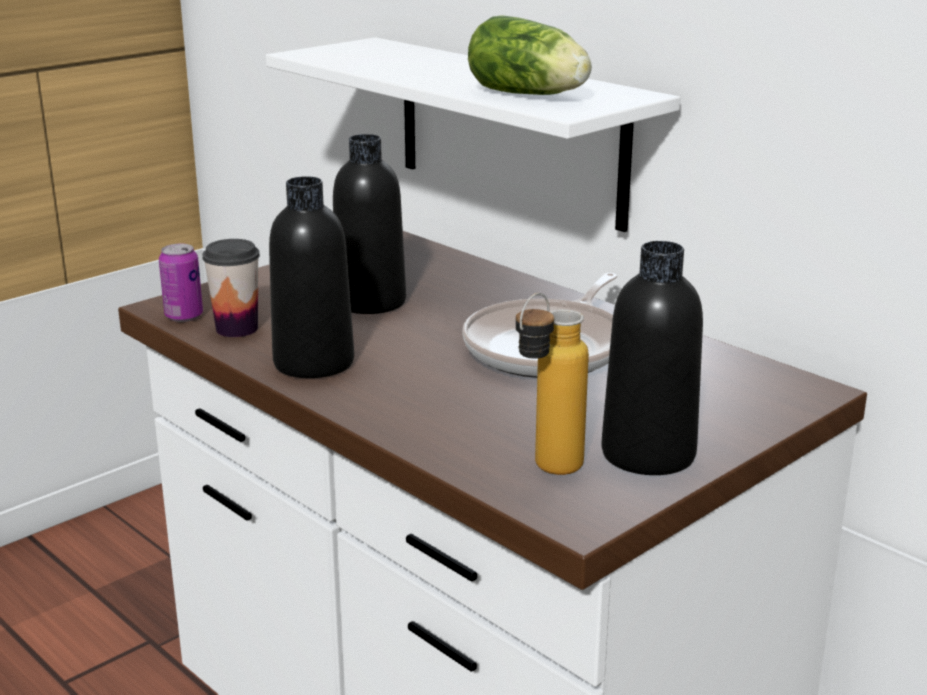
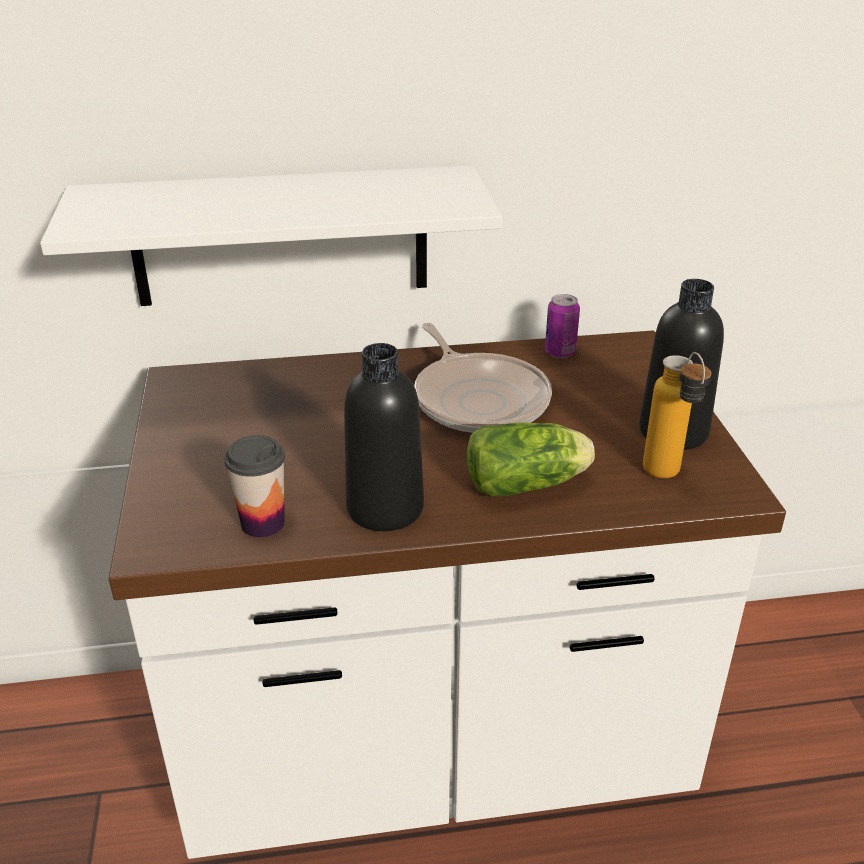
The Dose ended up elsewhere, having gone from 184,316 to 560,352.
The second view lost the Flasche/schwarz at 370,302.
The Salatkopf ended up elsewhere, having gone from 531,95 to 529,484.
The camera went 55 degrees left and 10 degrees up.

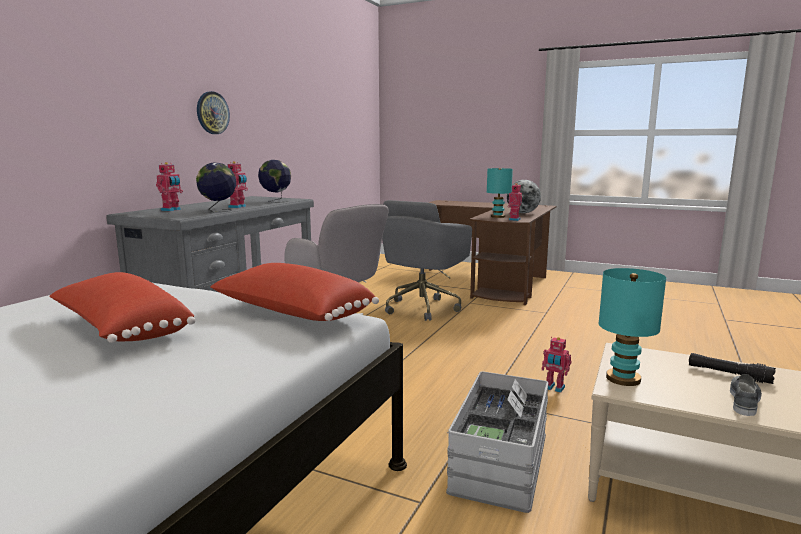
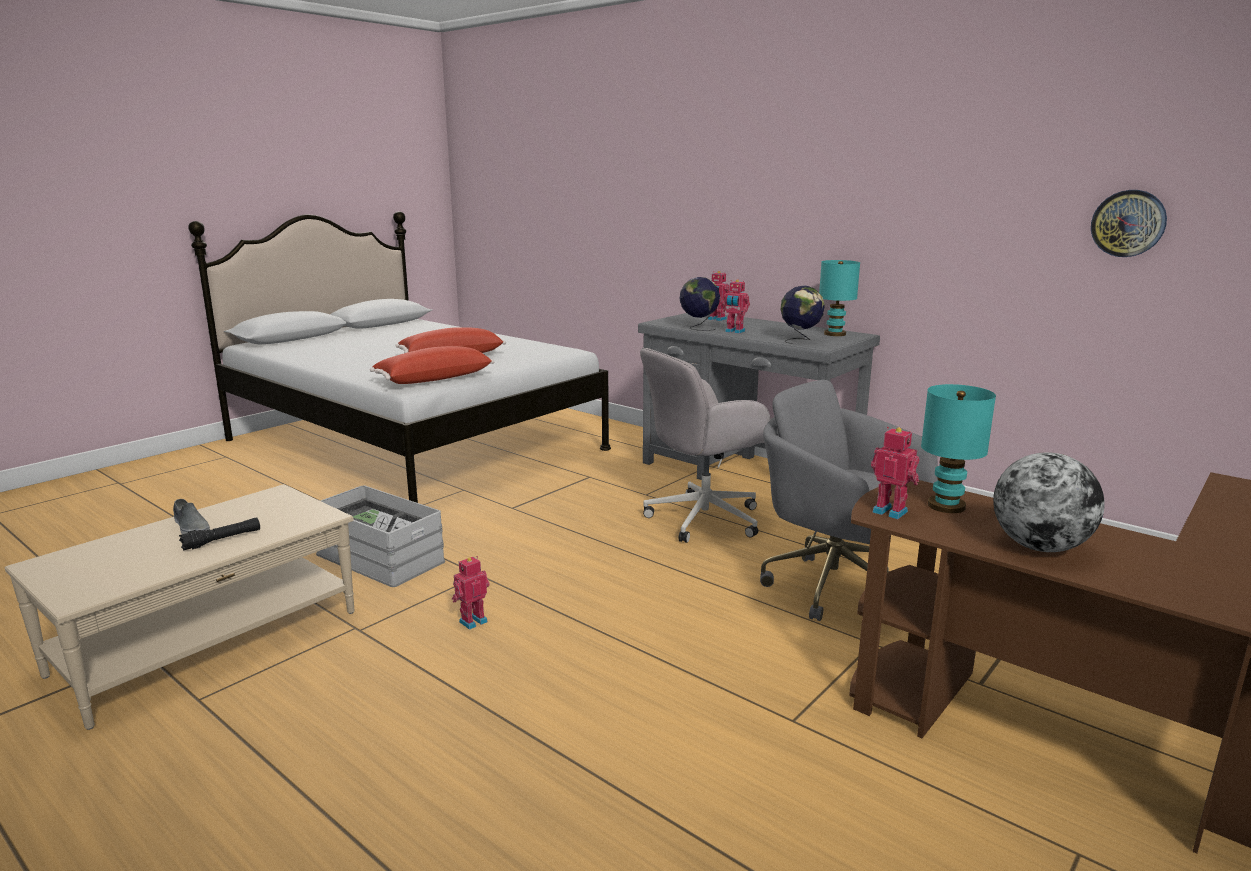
The Wanduhr ended up elsewhere, having gone from 212,113 to 1128,223.
The Tischlampe/türkis ended up elsewhere, having gone from 622,378 to 835,334.
The camera went 105 degrees right and 5 degrees up.

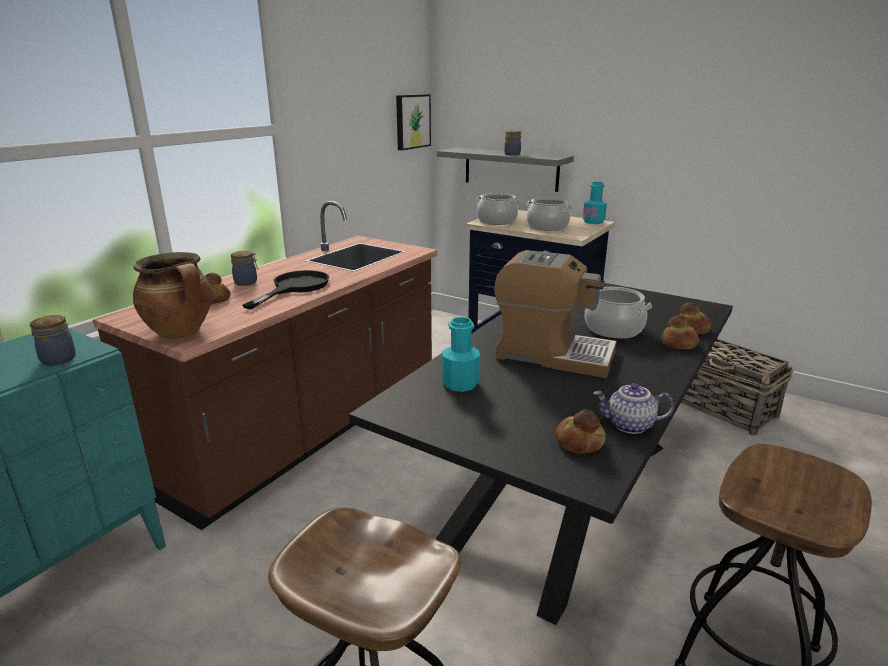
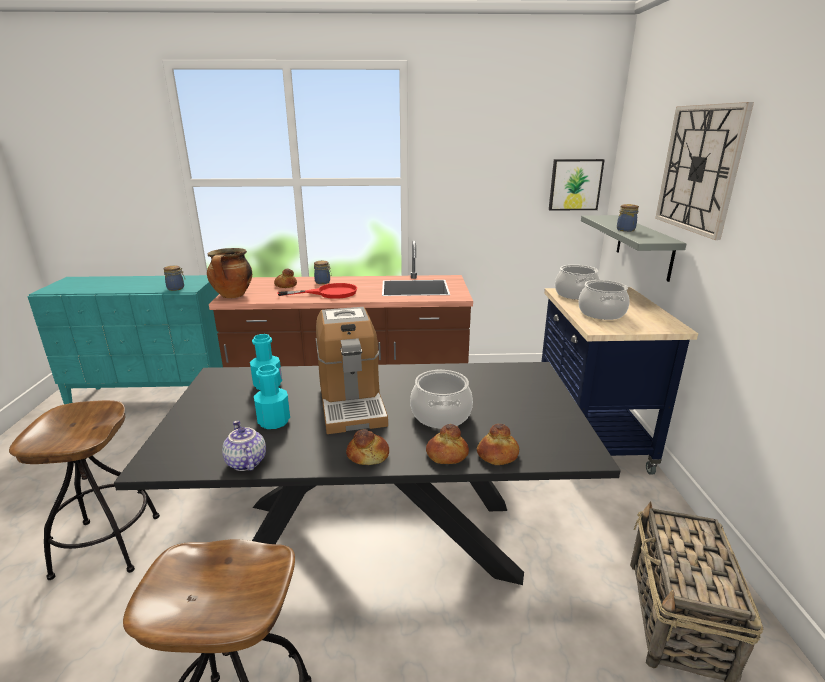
What was the Pfanne/schwarz at 295,287 turned into the Pfanne/rot at 329,293.
The Brot ended up elsewhere, having gone from 579,441 to 368,455.
The Flasche/türkis ended up elsewhere, having gone from 593,222 to 274,421.
The second view gained the Wanduhr at 699,169.
The camera went 55 degrees right and 0 degrees up.

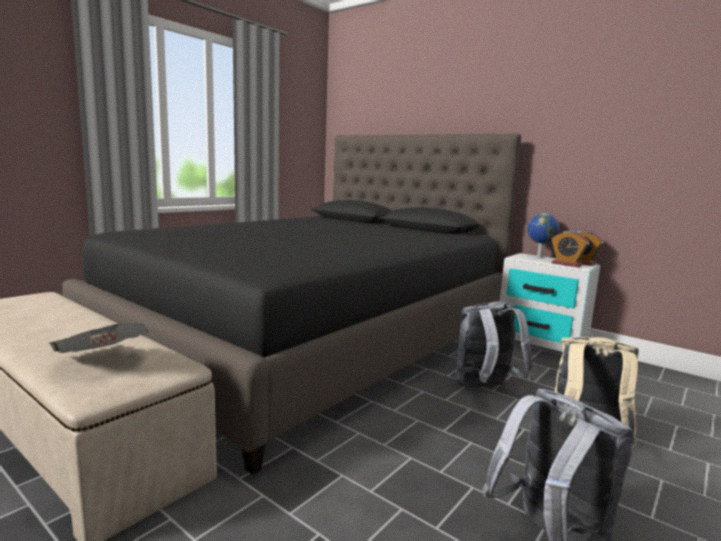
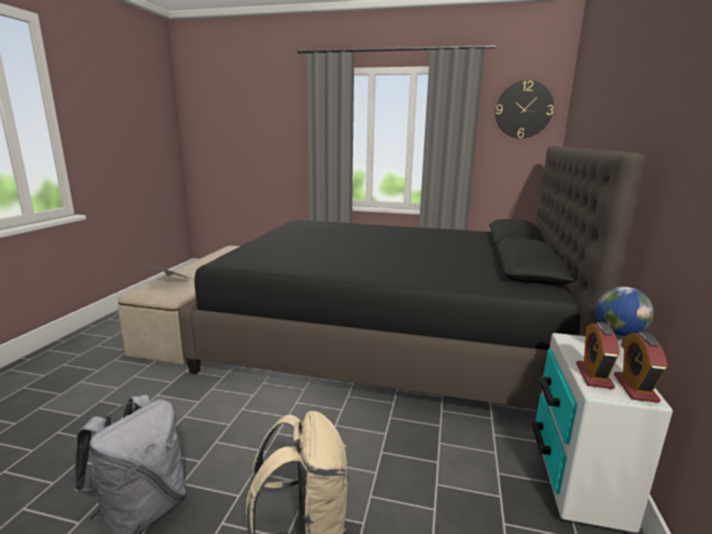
The second view lost the Rucksack/grau at 485,388.
The second view gained the Wanduhr at 523,110.
The camera went 65 degrees right and 5 degrees up.

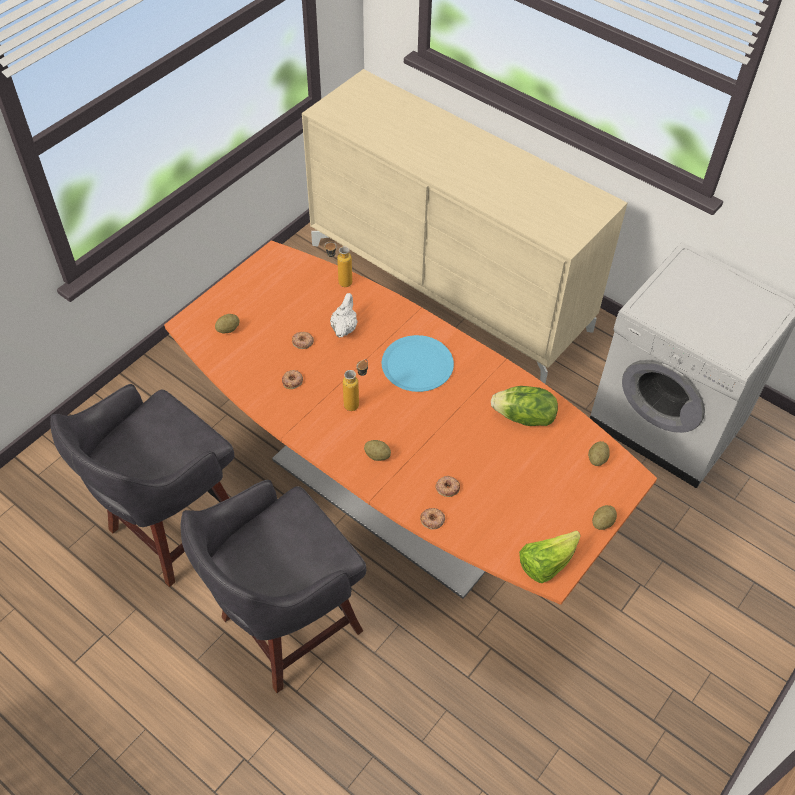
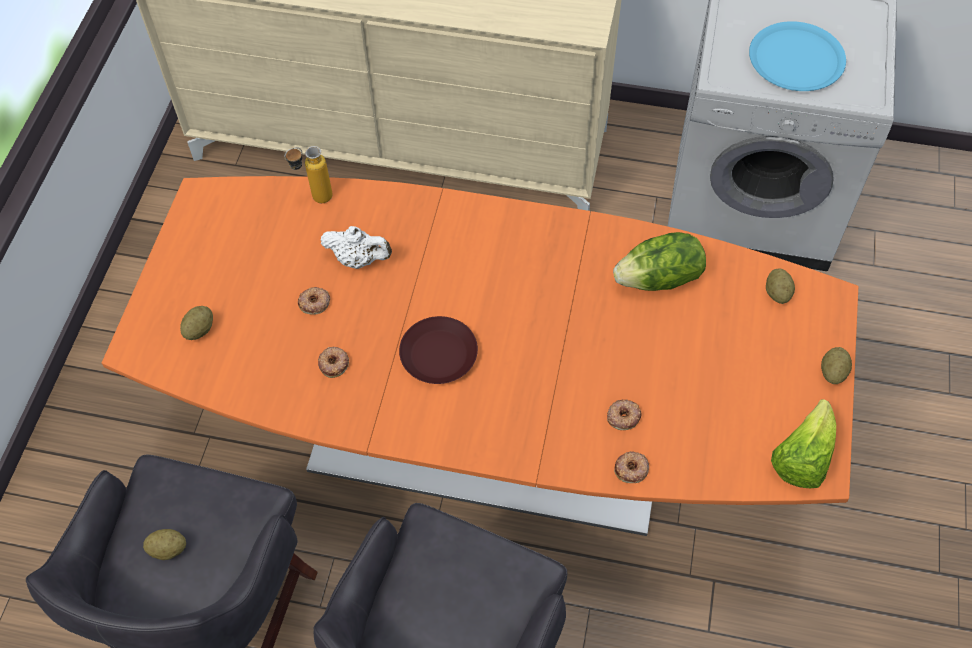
The Teekanne/weiß at 344,328 ended up facing another way, 120 degrees clockwise from before.
Where the Flasche stood at 356,402, the Teller/braun came to stand at 438,355.
The Kartoffel ended up elsewhere, having gone from 377,455 to 168,549.
The Teller/blau ended up elsewhere, having gone from 417,364 to 796,58.
The camera went 25 degrees left and 5 degrees up.

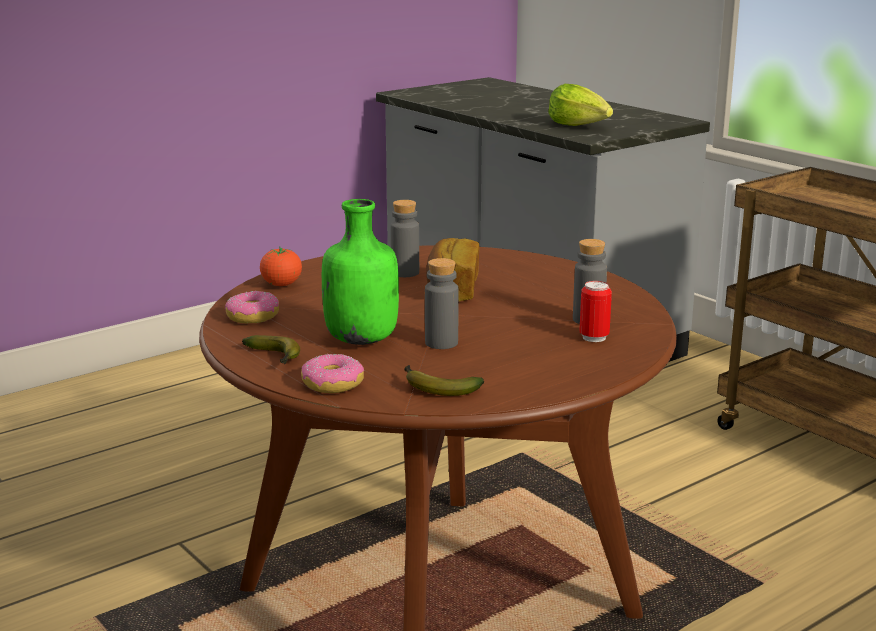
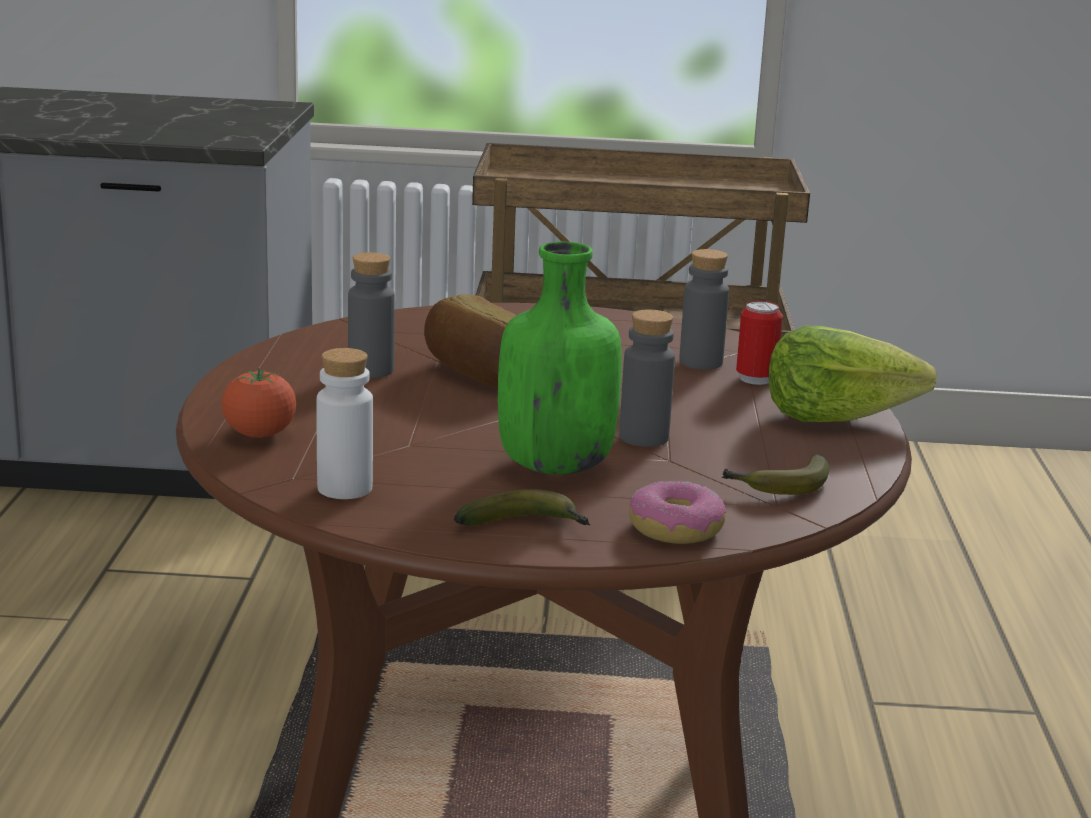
Where the Donut stood at 253,316, the Flasche/weiß came to stand at 345,488.
The Salatkopf ended up elsewhere, having gone from 579,126 to 837,416.
The camera went 50 degrees left and 0 degrees up.

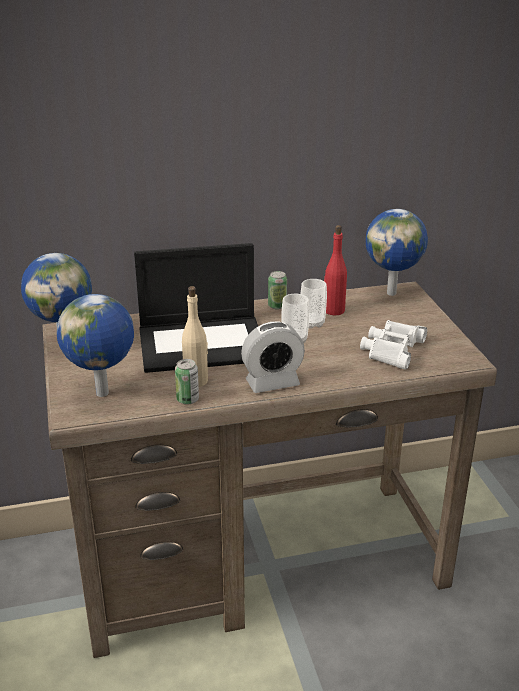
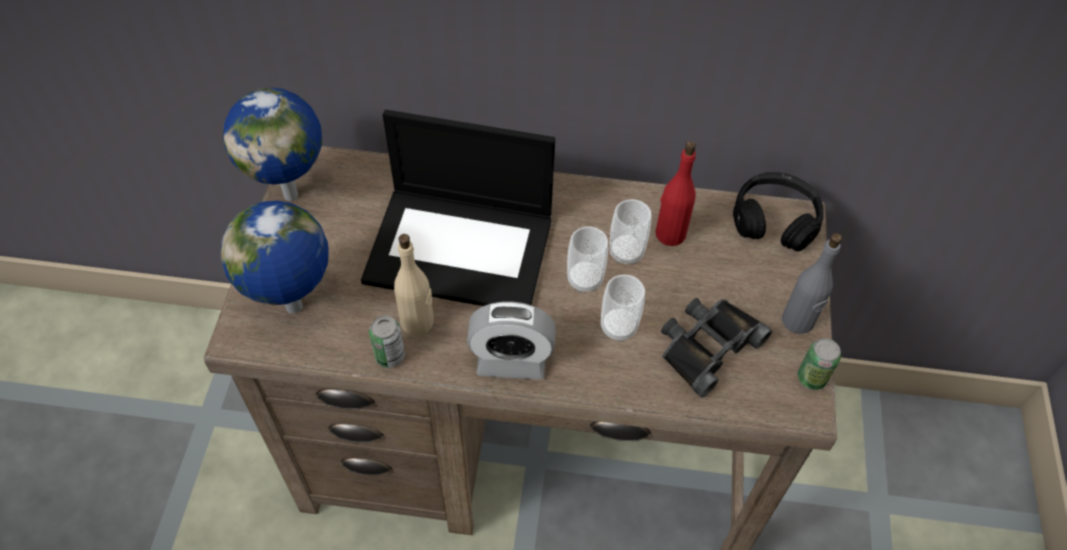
The Dose ended up elsewhere, having gone from 277,306 to 811,378.
What was the Fernglas/weiß at 391,349 turned into the Fernglas/schwarz at 707,345.
Where the Globus stood at 392,293, the Kopfhörer/schwarz came to stand at 775,220.
The second view gained the Tasse at 619,327.
The second view gained the Flasche/grau at 798,321.
The camera went 20 degrees right and 25 degrees up.

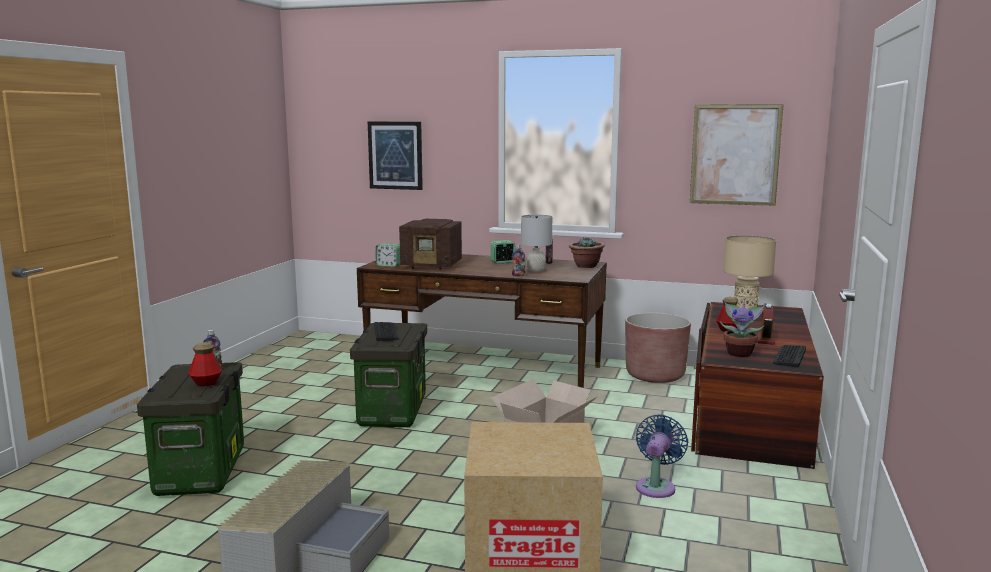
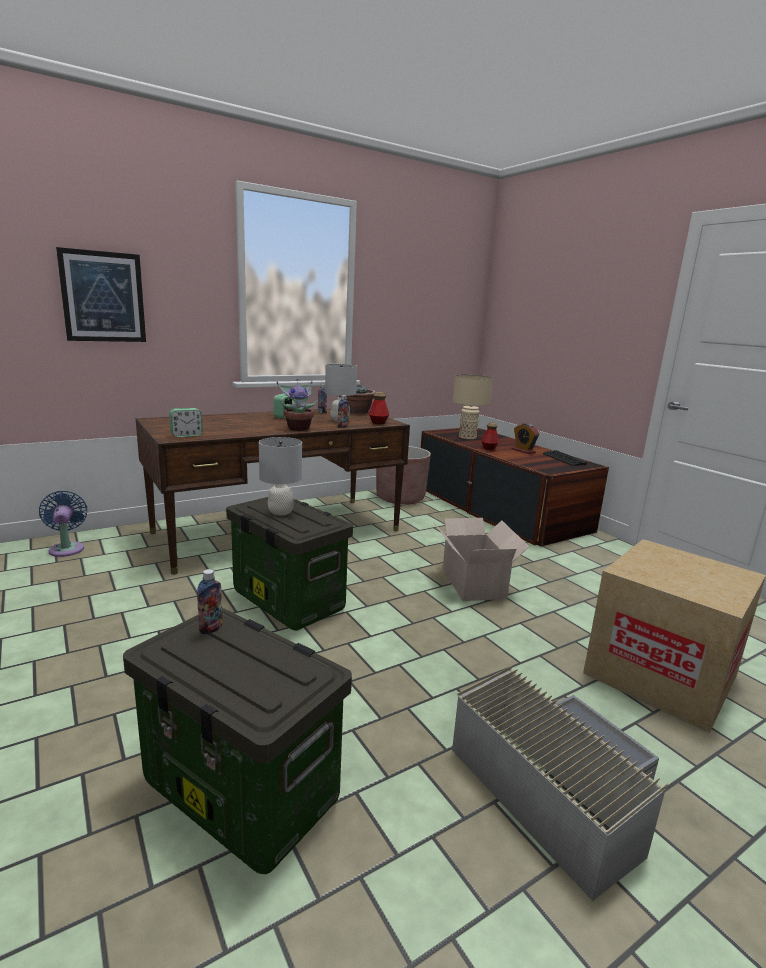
The Flasche ended up elsewhere, having gone from 206,383 to 378,422.
Where the Tastatur stood at 386,332, the Tischlampe/grau came to stand at 279,513.
The second view lost the Radio at 432,265.
The Ventilator/blau ended up elsewhere, having gone from 656,486 to 67,548.
The second view lost the Bild at 735,155.
The Topfpflanze ended up elsewhere, having gone from 740,353 to 298,428.
The camera went 50 degrees left and 5 degrees up.

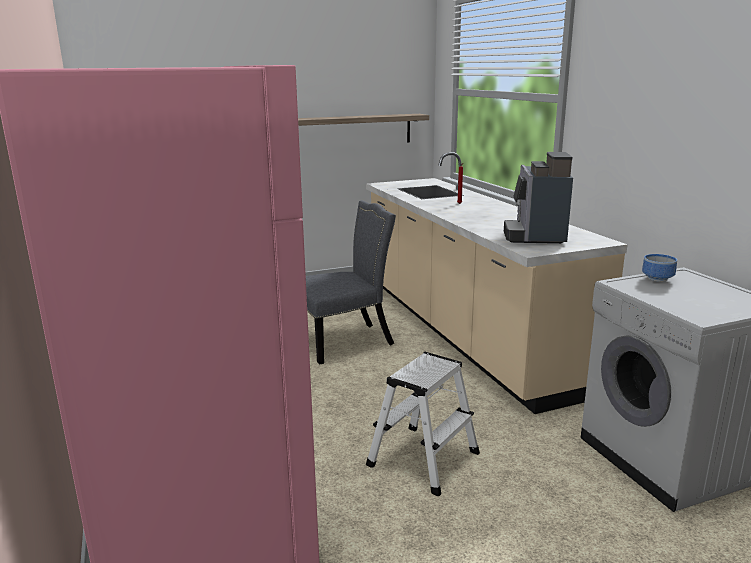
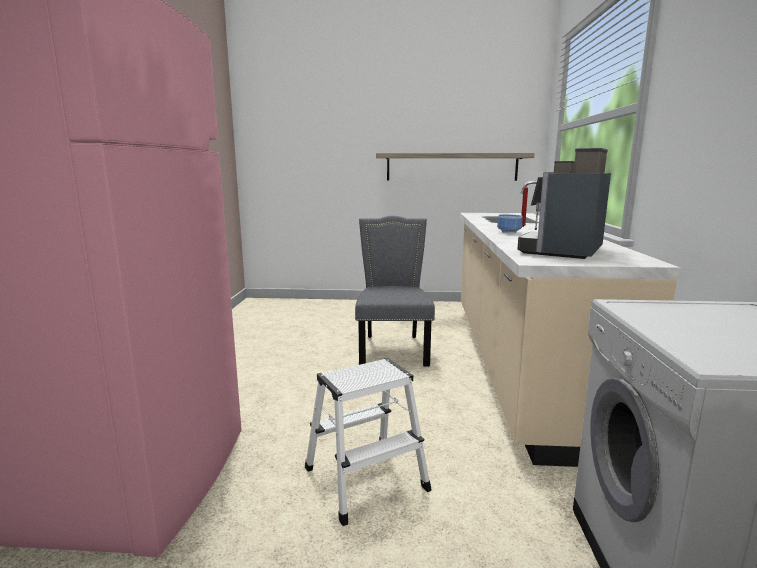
The Stuhl/grau at 343,343 ended up facing another way, 90 degrees counterclockwise from before.
The Schüssel ended up elsewhere, having gone from 659,279 to 509,232.
The camera went 25 degrees right and 5 degrees down.

